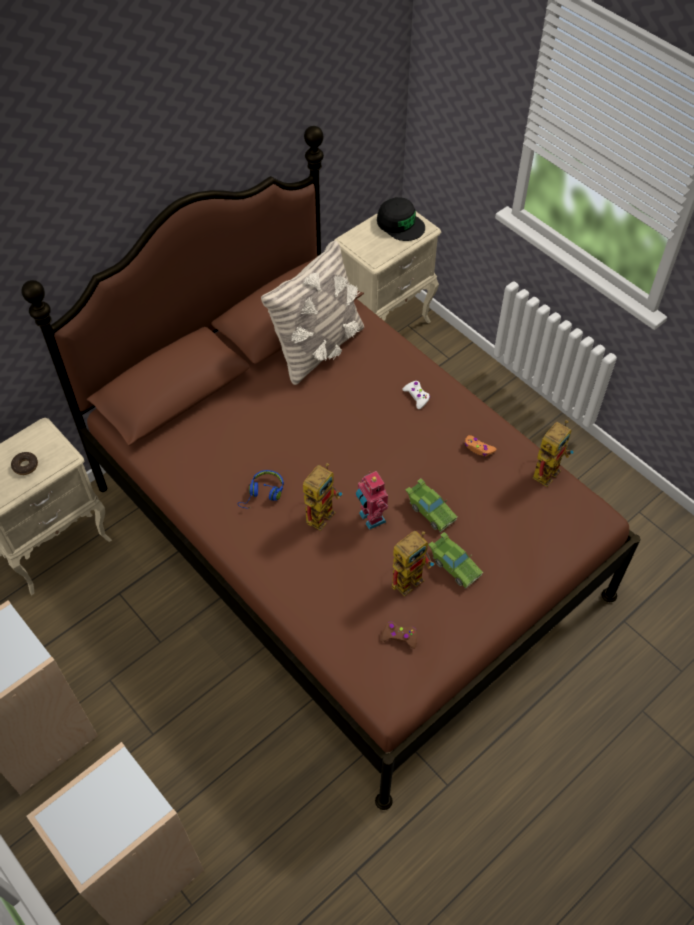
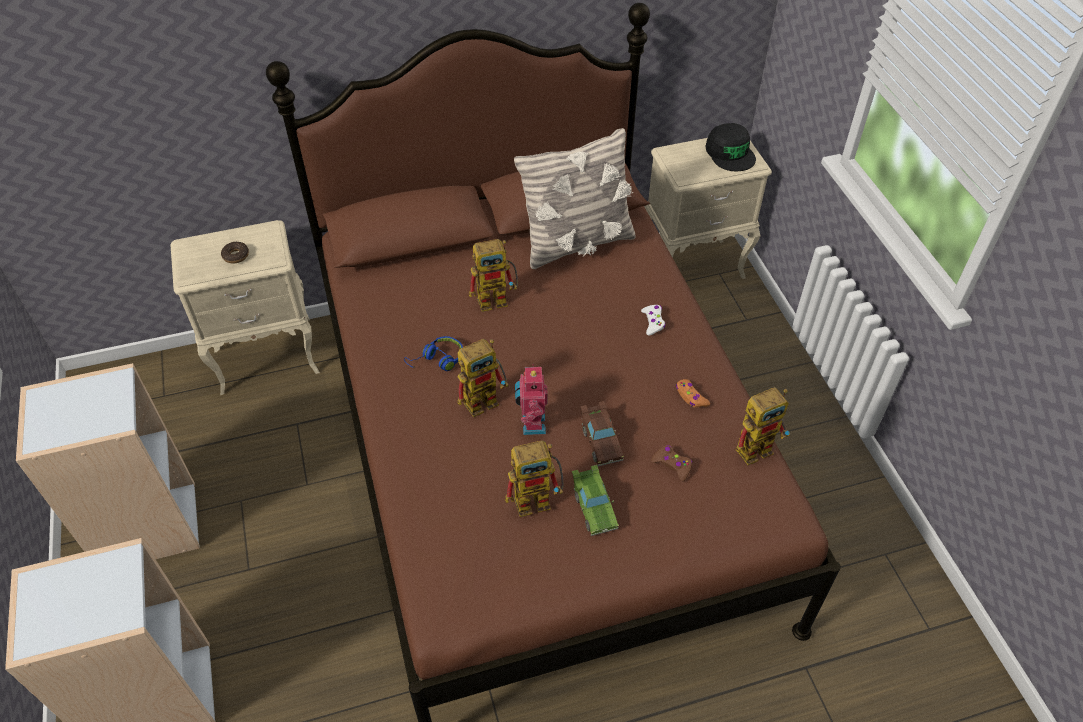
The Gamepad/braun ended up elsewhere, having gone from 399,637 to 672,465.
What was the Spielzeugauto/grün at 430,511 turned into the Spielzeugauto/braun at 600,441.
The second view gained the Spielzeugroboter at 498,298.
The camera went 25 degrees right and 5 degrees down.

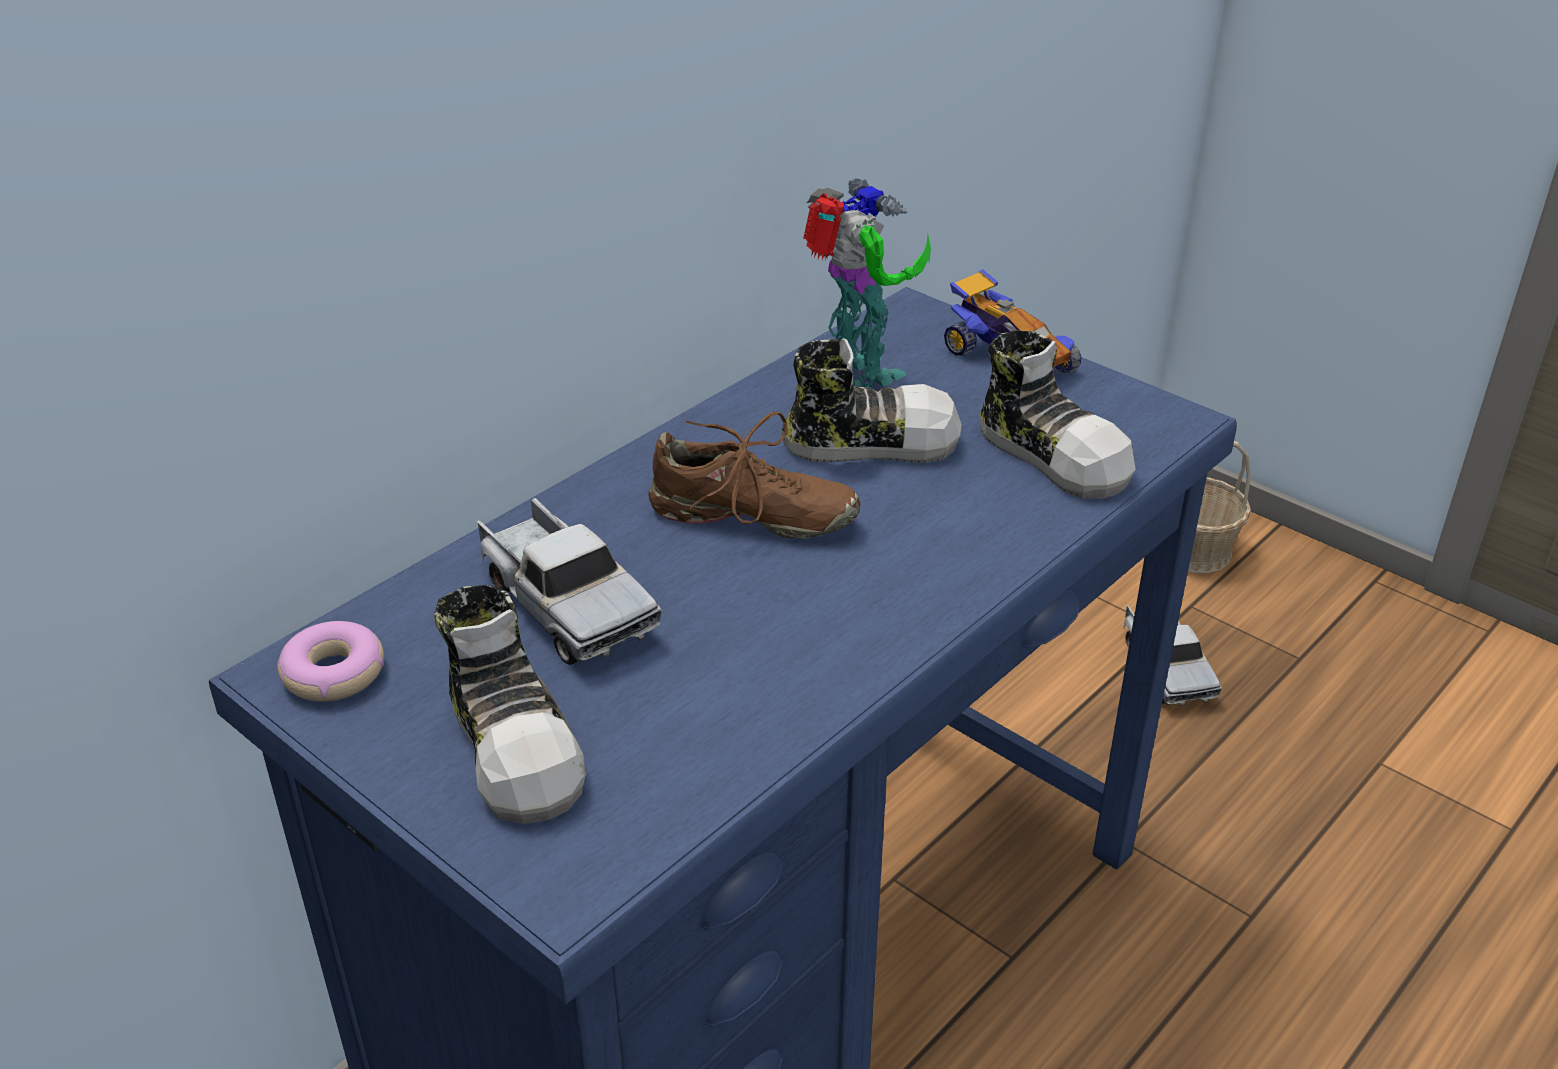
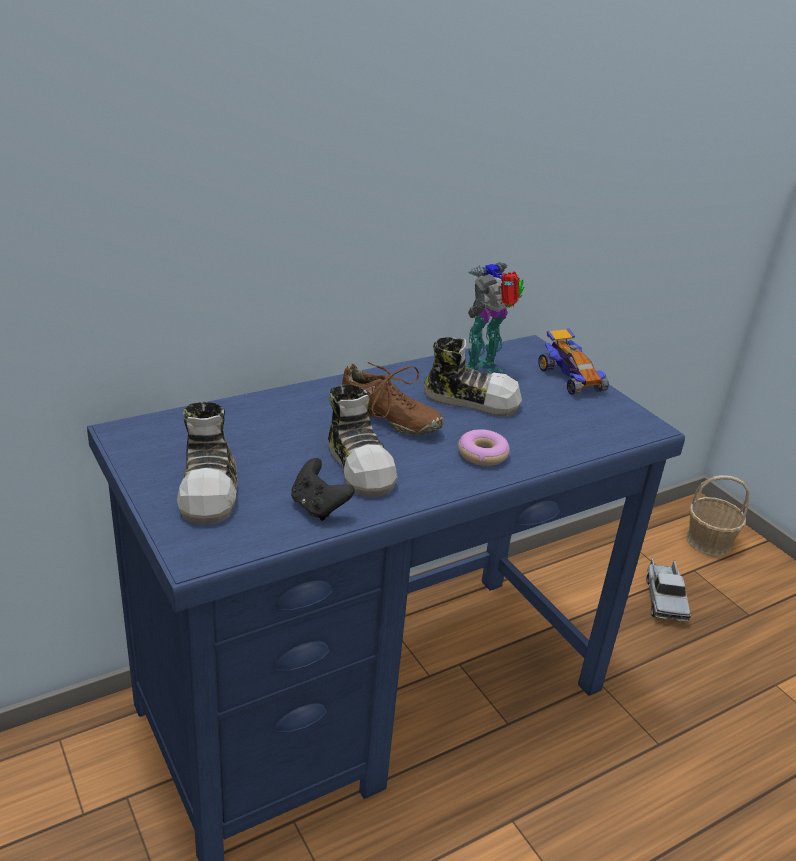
The Donut ended up elsewhere, having gone from 333,673 to 482,454.
The second view lost the Spielzeuglaster at 565,603.
The Spielzeugroboter at 858,377 ended up facing another way, 105 degrees counterclockwise from before.
The Schuh ended up elsewhere, having gone from 1054,455 to 360,466.
The second view gained the Gamepad/schwarz at 318,507.
The camera went 15 degrees right and 5 degrees down.

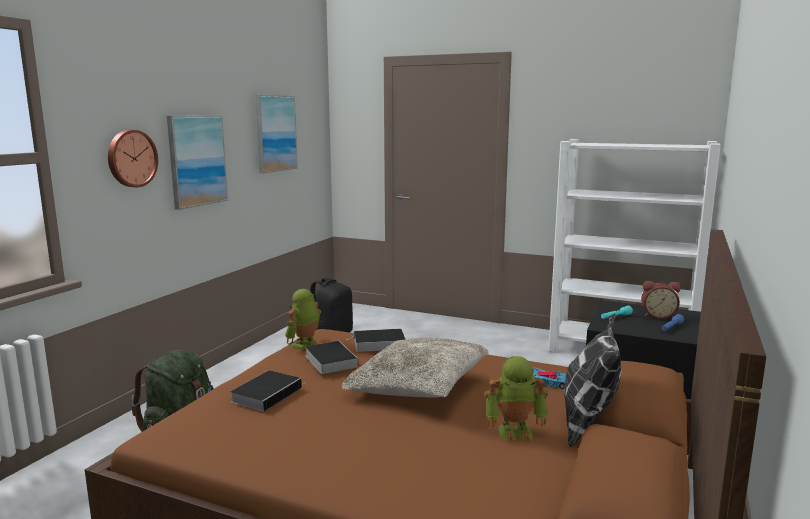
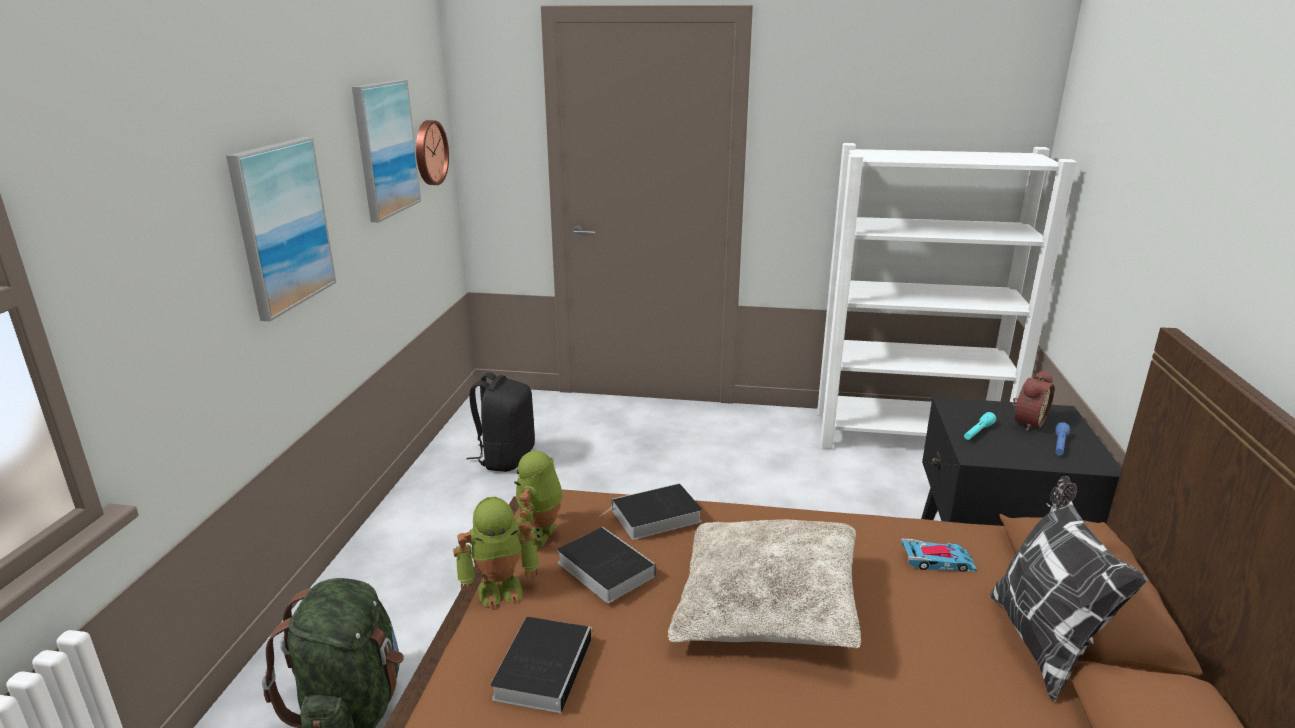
The Wanduhr ended up elsewhere, having gone from 131,158 to 429,152.
The Spielzeugroboter ended up elsewhere, having gone from 515,431 to 500,588.
The Wecker at 658,316 ended up facing another way, 45 degrees counterclockwise from before.
The camera went 15 degrees left and 10 degrees up.

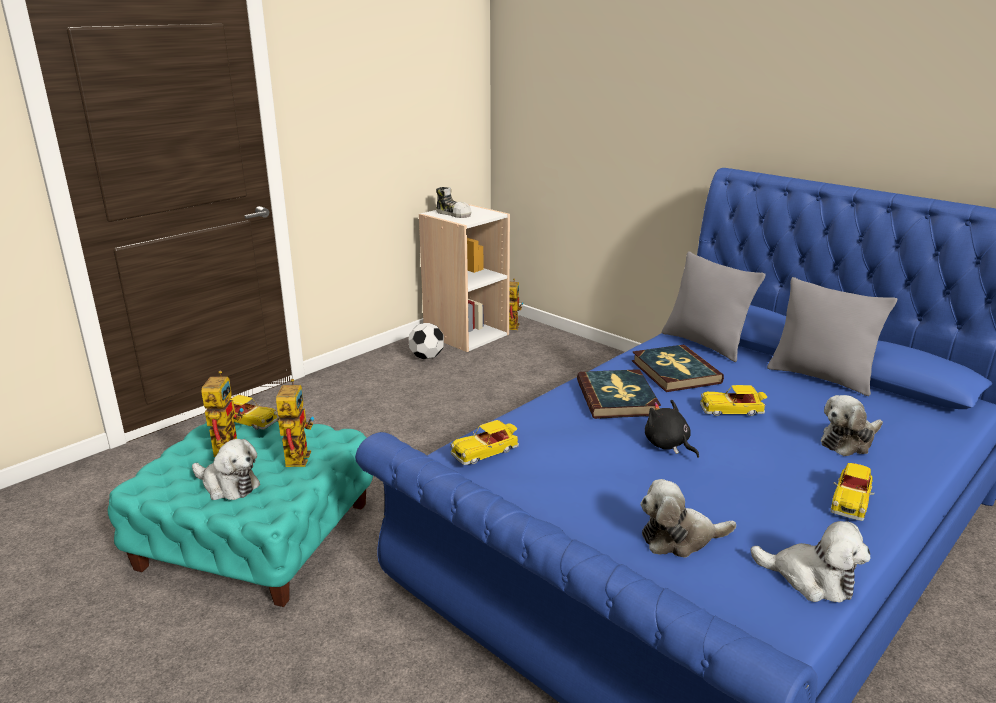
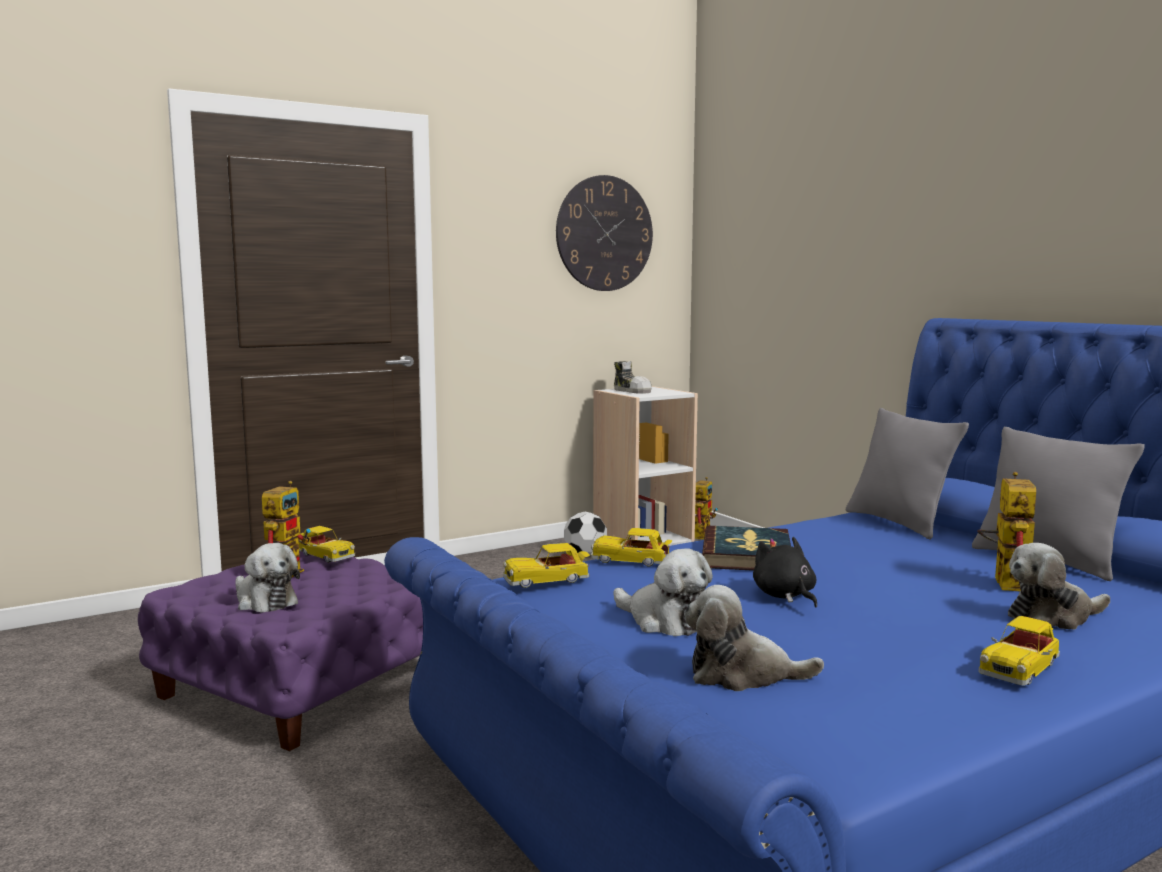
What was the Polsterhocker/türkis at 257,535 turned into the Polsterhocker/lila at 302,684.
The Spielzeugroboter ended up elsewhere, having gone from 296,455 to 1005,581.
The second view lost the Buch at 675,372.
The Spielzeugauto ended up elsewhere, having gone from 732,410 to 632,560.
The Plüschtier ended up elsewhere, having gone from 811,579 to 663,621.
The second view gained the Wanduhr at 604,233.
The camera went 15 degrees right and 15 degrees down.

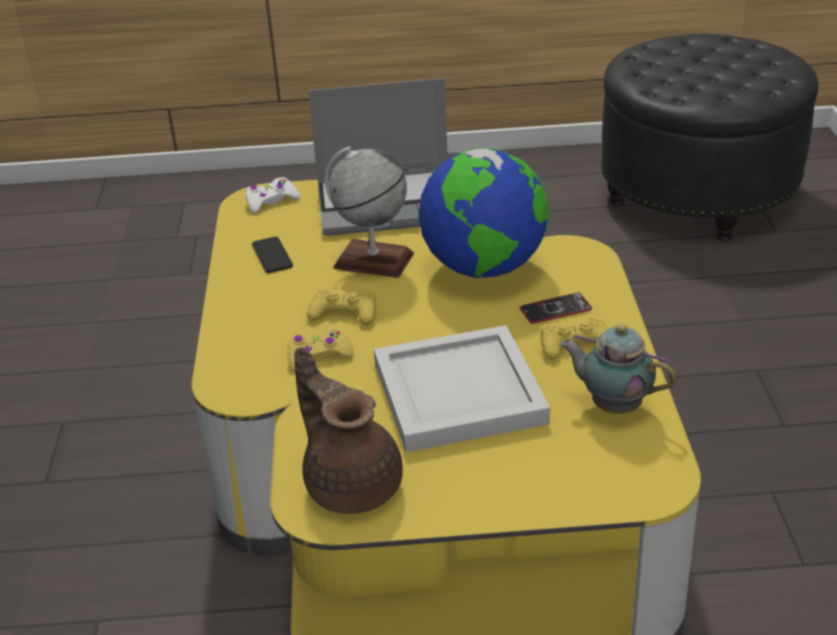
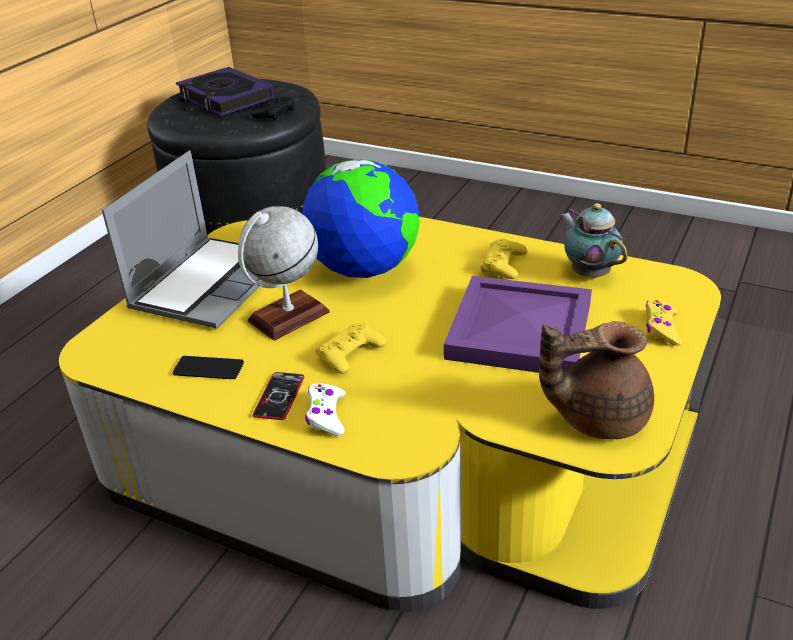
The Gamepad/weiß ended up elsewhere, having gone from 271,201 to 326,415.
The Gamepad/gelb ended up elsewhere, having gone from 319,356 to 661,328.
What was the Tablett/weiß at 456,392 turned into the Tablett/lila at 517,331.
The Handy ended up elsewhere, having gone from 555,309 to 279,397.
The Teekanne at 613,405 ended up facing another way, 90 degrees clockwise from before.
The second view gained the Buch at 225,98.
The second view gained the Gamepad/schwarz at 274,113.
The camera went 60 degrees left and 0 degrees up.

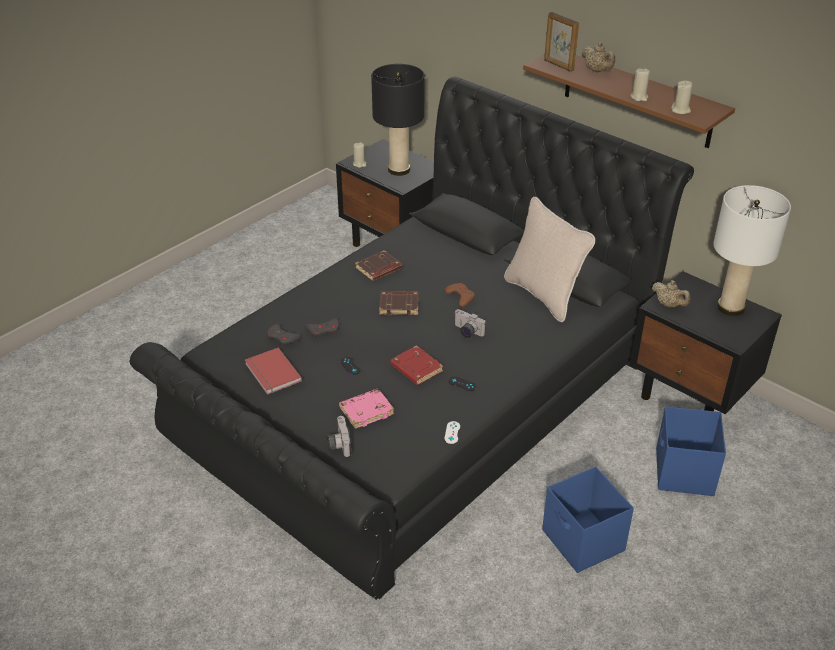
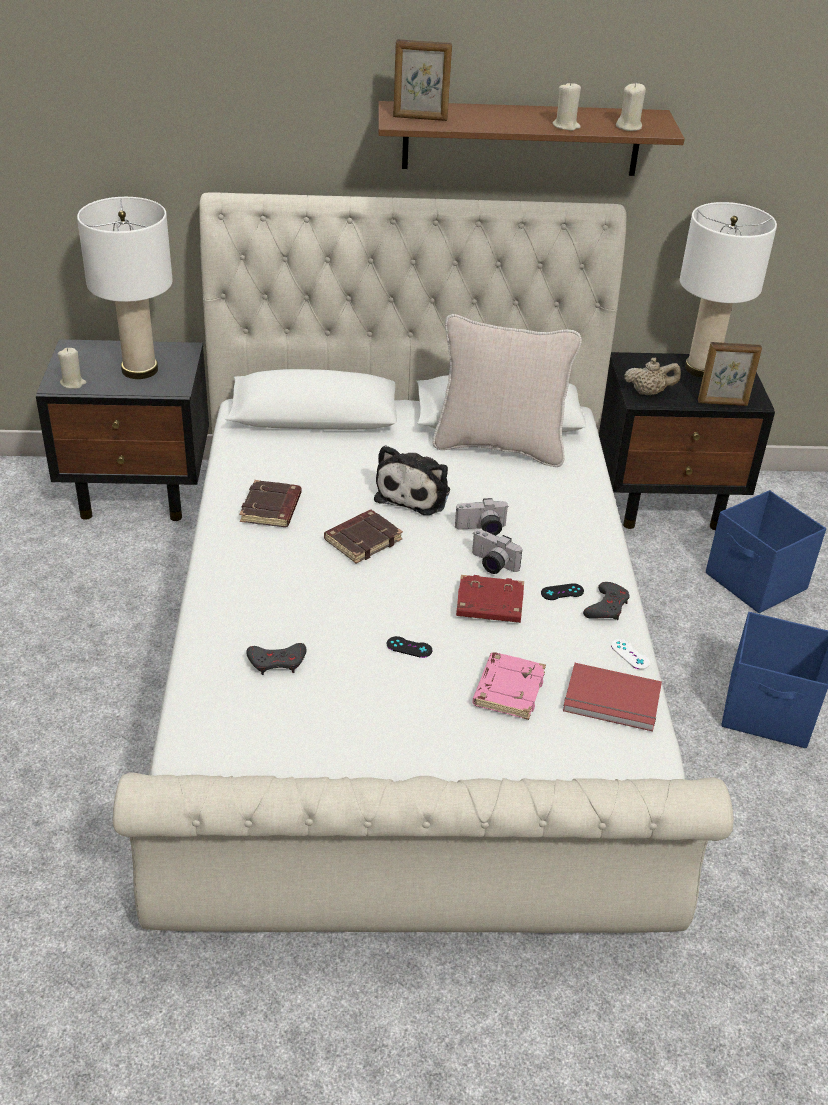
What was the Bett/schwarz at 417,396 turned into the Bett/beige at 407,662.
The Buch/rot ended up elsewhere, having gone from 271,373 to 612,702.
The Gamepad/grau ended up elsewhere, having gone from 324,330 to 607,606.
The Kamera ended up elsewhere, having gone from 338,444 to 491,564.
What was the Tischlampe/schwarz at 399,170 turned into the Tischlampe/weiß at 140,370.
Where the Gamepad/braun stood at 460,297, the Plüschtier came to stand at 415,493.
The second view lost the Teekanne/beige at 597,71.
The second view gained the Bilderrahmen at 722,403.
The camera went 45 degrees left and 0 degrees up.

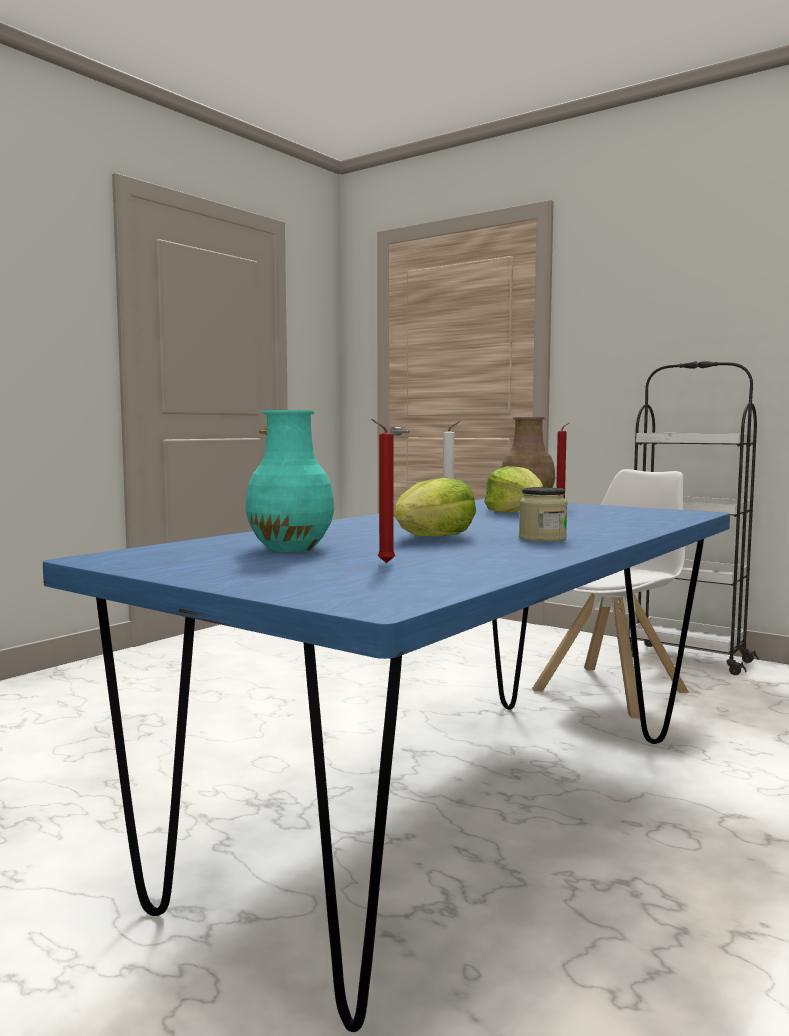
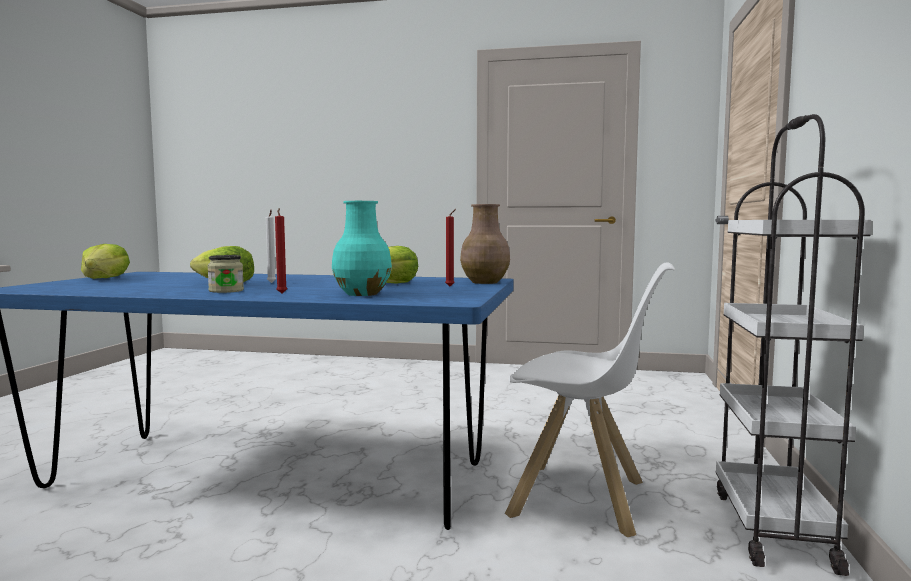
The Vase/türkis ended up elsewhere, having gone from 291,548 to 362,294.
The Kerze/rot ended up elsewhere, having gone from 383,563 to 282,293.
The second view gained the Salatkopf at 104,278.
The camera went 65 degrees right and 0 degrees up.

